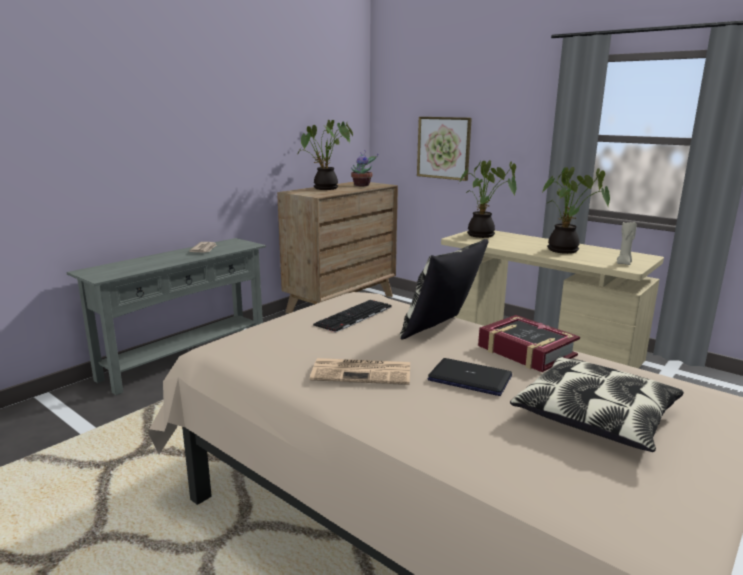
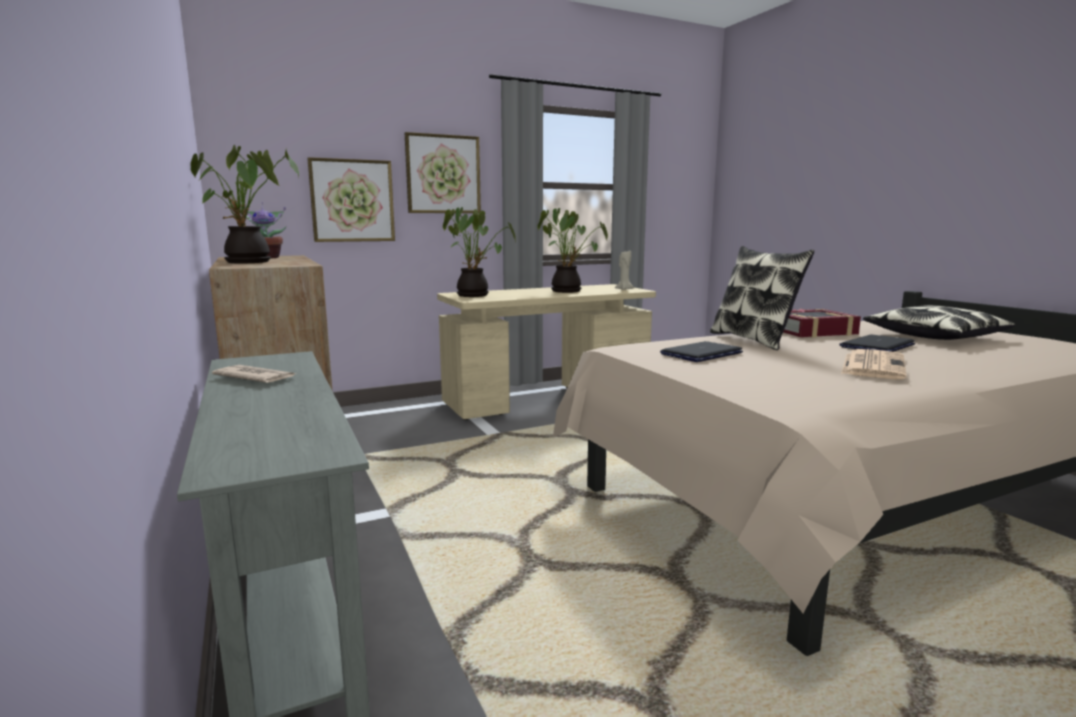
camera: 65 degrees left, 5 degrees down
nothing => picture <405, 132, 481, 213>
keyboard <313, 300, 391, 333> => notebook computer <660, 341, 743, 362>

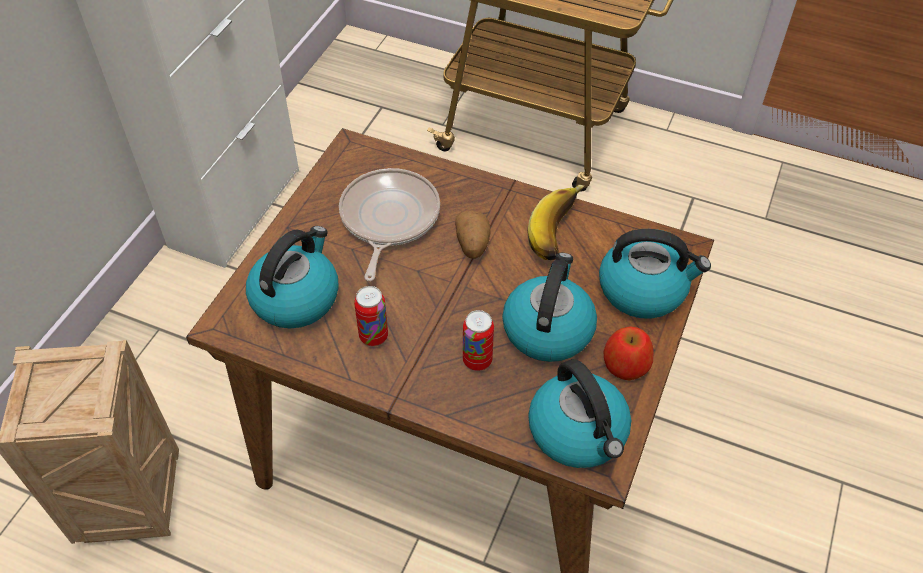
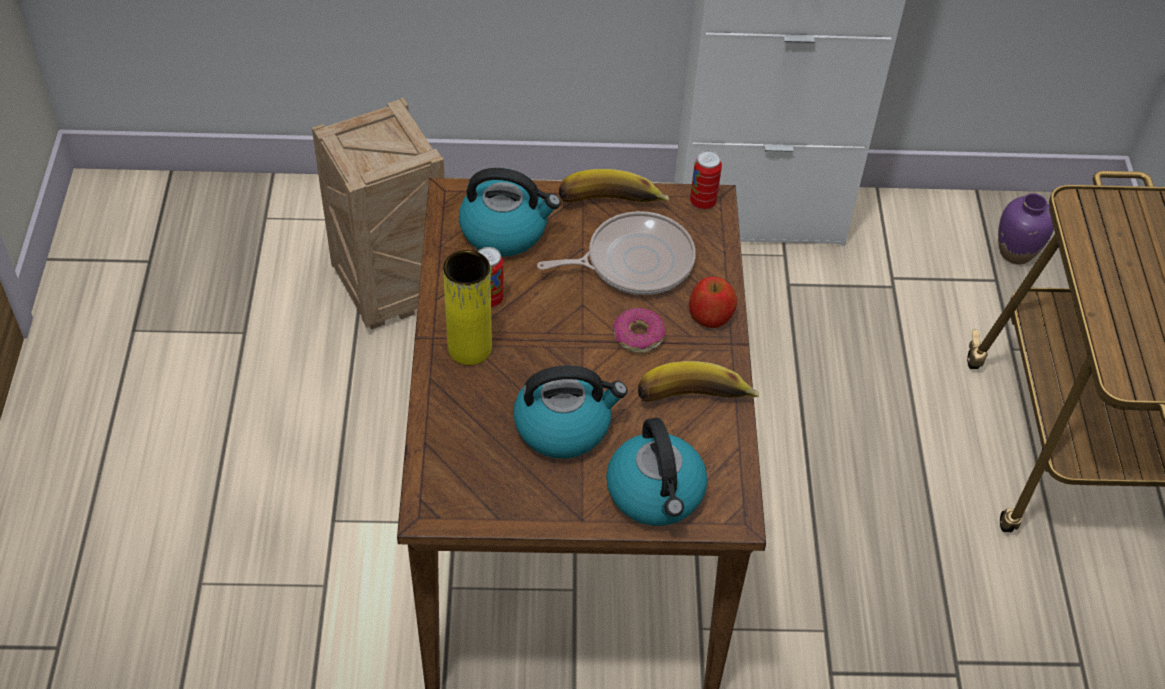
camera: 65 degrees right, 0 degrees up
nothing => yellow vase <443, 250, 492, 365>
nothing => banana fruit <559, 169, 669, 202>
whole potato <455, 210, 490, 259> => ring doughnut <613, 308, 665, 353>
apple <604, 326, 654, 381> => apple <689, 277, 737, 328>, move
can <463, 310, 494, 371> => can <690, 150, 722, 210>, move
nothing => purplish vase <998, 193, 1054, 265>
tea kettle <528, 359, 631, 468> => nothing

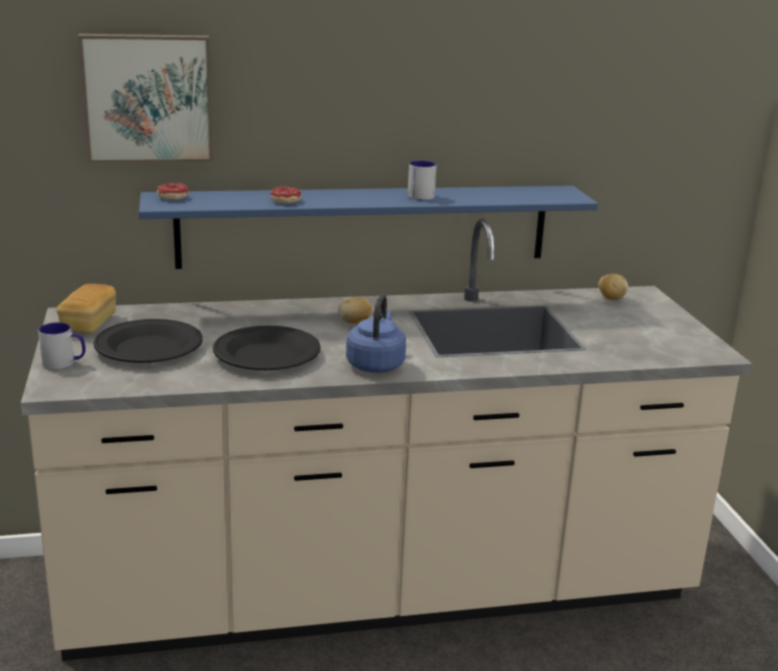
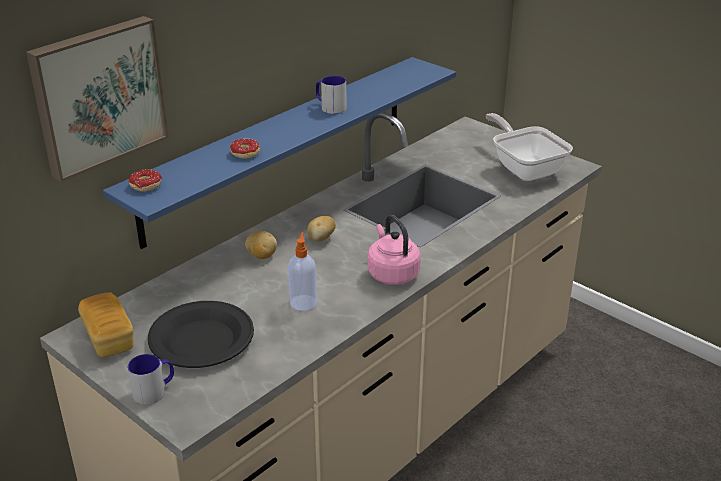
camera: 35 degrees left, 10 degrees up
whole potato <598, 273, 628, 300> => whole potato <245, 231, 277, 259>, move
black dinner plate <213, 326, 321, 370> => soap bottle <288, 232, 317, 311>
blue-coloured tea kettle <346, 294, 406, 373> => pinkish tea kettle <368, 215, 421, 285>
nothing => pan <486, 113, 573, 181>

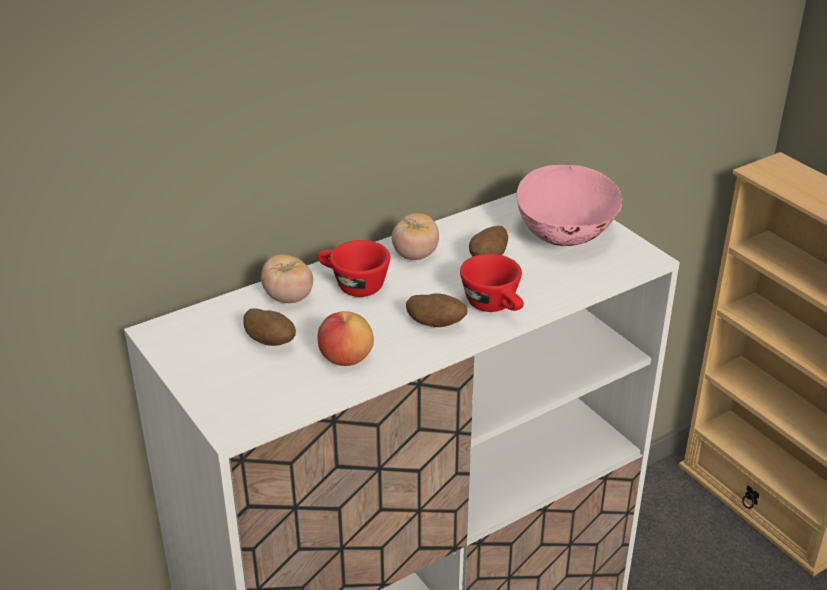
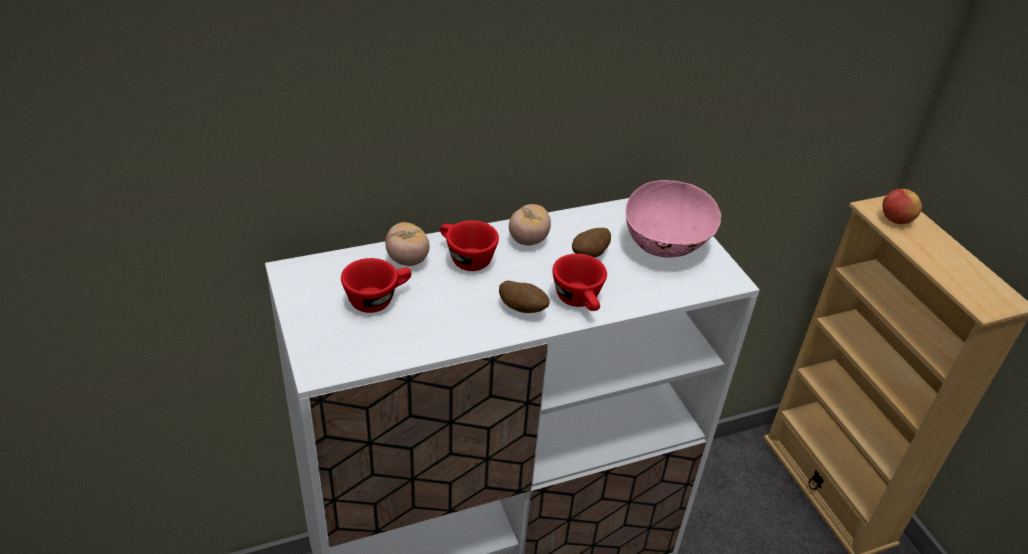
camera: 10 degrees right, 5 degrees up
whole potato <243, 308, 296, 346> => red-coloured drinking cup <341, 258, 412, 313>
apple <318, 311, 374, 366> => apple <882, 189, 922, 224>, move

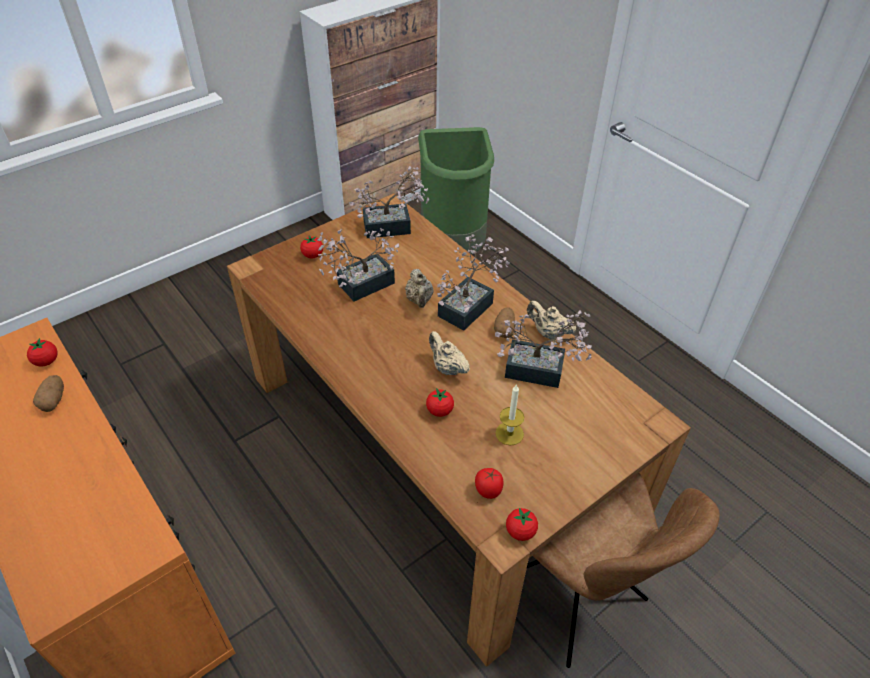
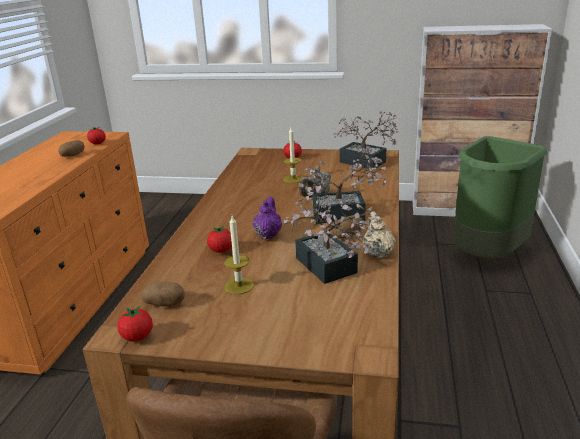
camera: 50 degrees right, 20 degrees down
whole tomato <475, 468, 504, 499> => whole potato <141, 281, 185, 307>
sand-coloured tea pot <429, 331, 470, 375> => purplish tea pot <253, 196, 282, 239>
plant in a pot <318, 228, 399, 301> => wax light <283, 127, 303, 183>

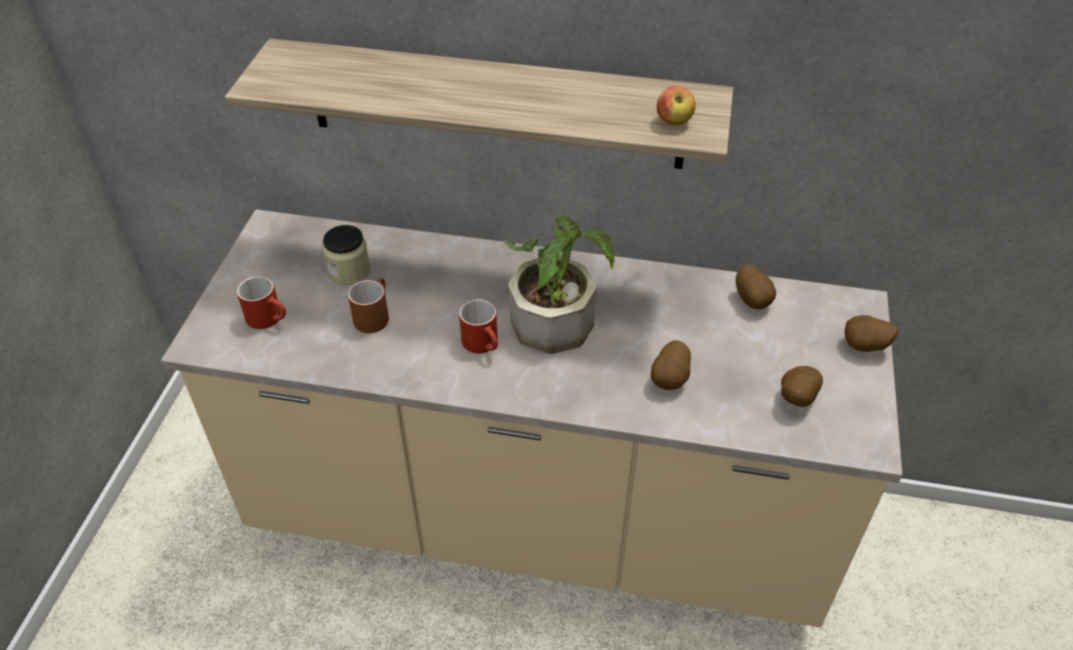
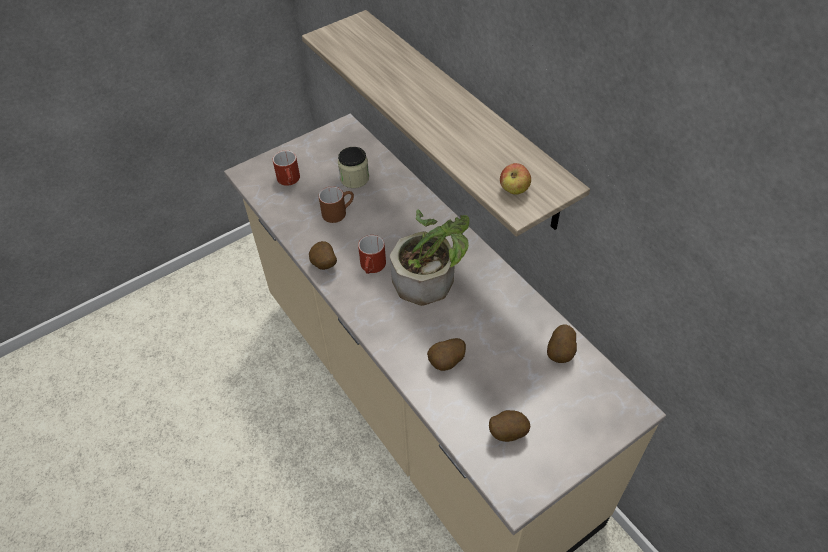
camera: 45 degrees right, 5 degrees up
whole potato <845, 315, 899, 352> => whole potato <309, 241, 337, 270>, move

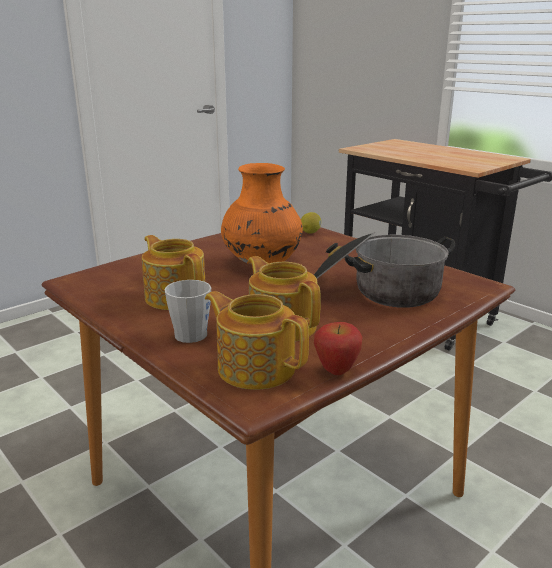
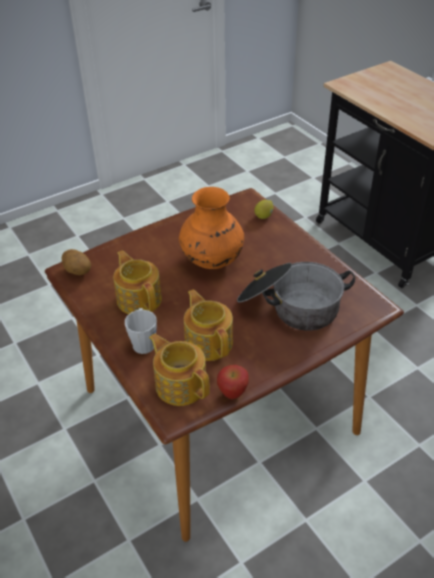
camera: 10 degrees right, 20 degrees up
nothing => whole potato <61, 249, 91, 275>

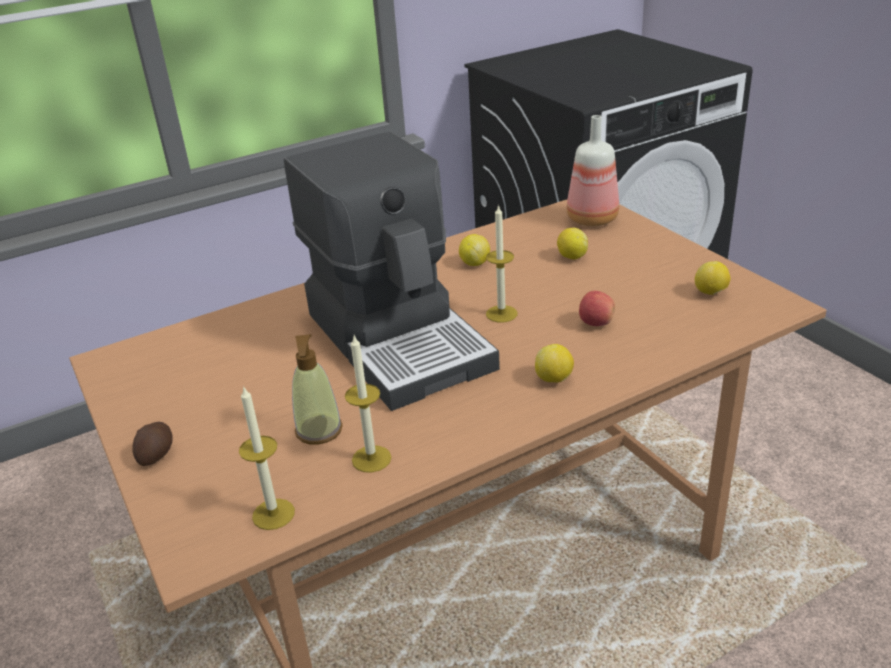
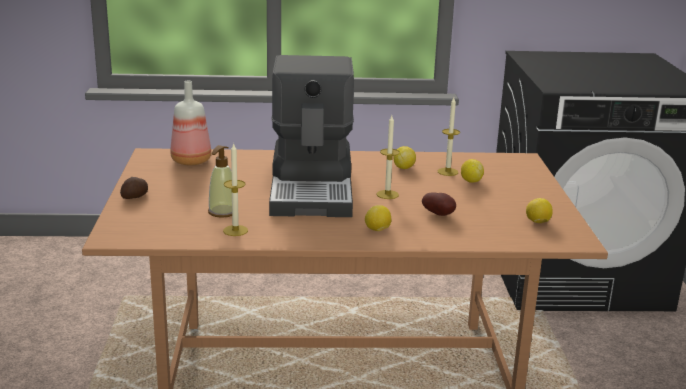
camera: 25 degrees right, 10 degrees down
drink bottle <567, 115, 619, 226> => drink bottle <170, 81, 211, 165>, move
apple <579, 291, 615, 326> => whole potato <422, 192, 456, 216>
wax light <239, 386, 295, 530> => wax light <438, 97, 460, 176>, move

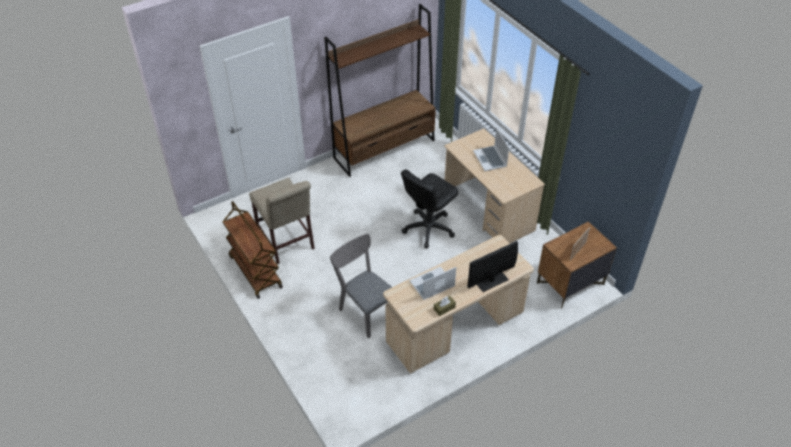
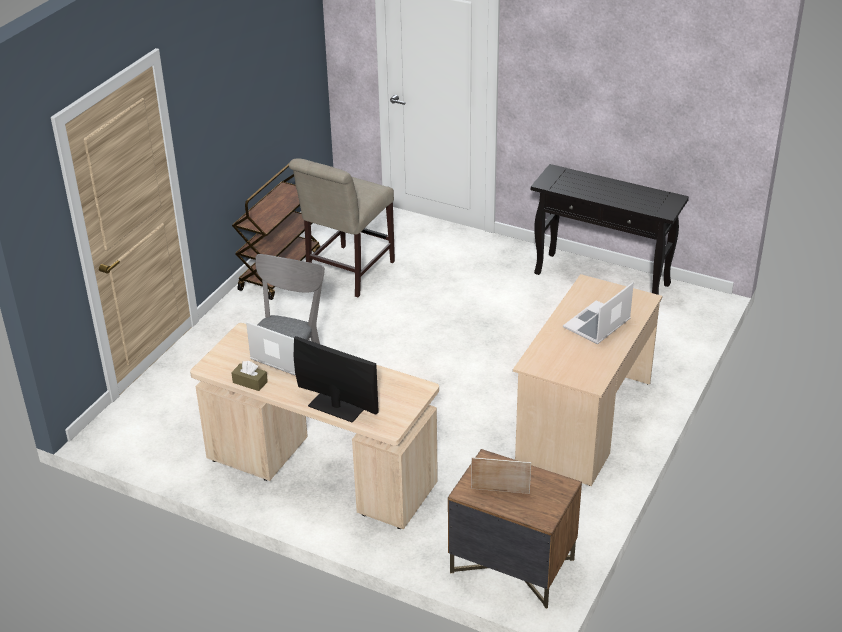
camera: 60 degrees right, 10 degrees down
brownish bookcase <324, 4, 436, 177> => black console table <531, 164, 689, 295>
black computer chair <401, 169, 458, 248> => nothing

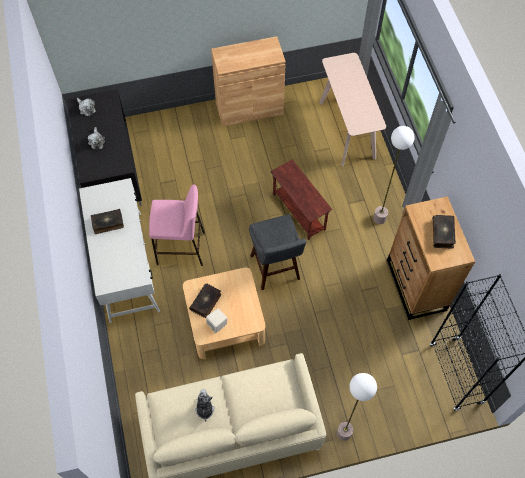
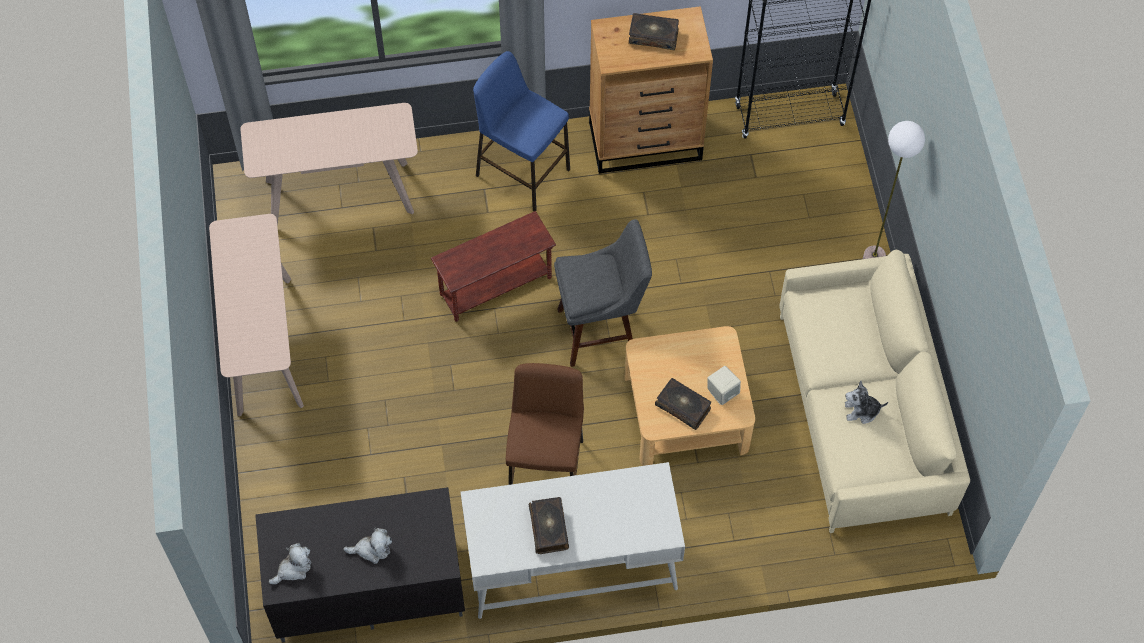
camera: 85 degrees left, 0 degrees up
brownish cabinet <211, 36, 286, 127> => sand-coloured console table <209, 214, 304, 416>
standard lamp <373, 126, 415, 224> => blue-coloured stool seat <473, 51, 570, 211>
pinkish stool seat <149, 185, 205, 266> => brownish stool seat <506, 363, 584, 485>

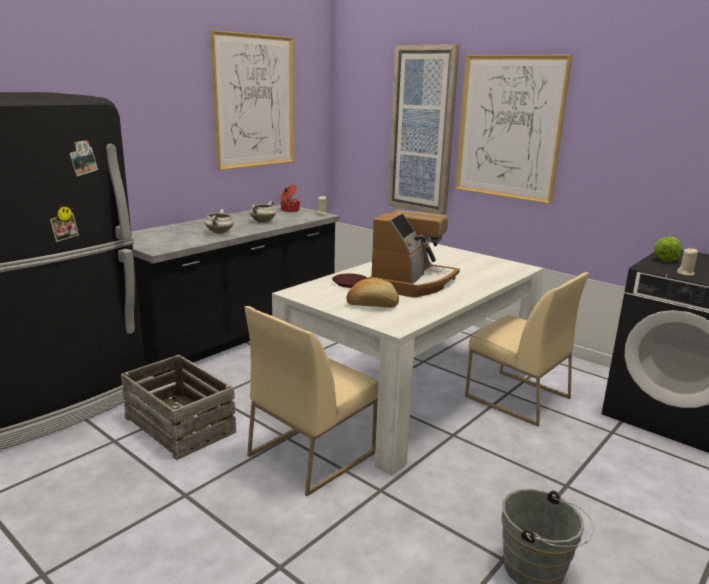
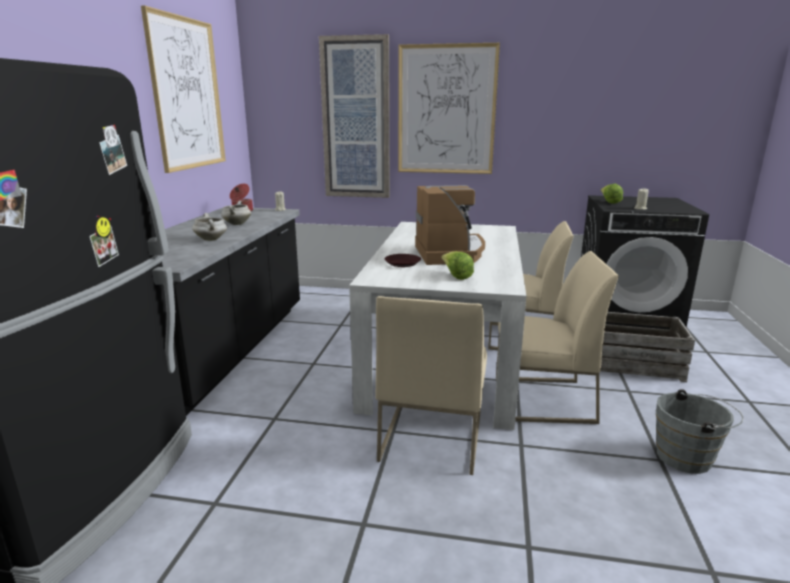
camera: 30 degrees left, 0 degrees up
baked bread <346, 278, 399, 308> => lettuce head <441, 251, 474, 280>
nothing => sand-coloured chair <496, 251, 619, 424>
packing crate <121, 355, 236, 460> => packing crate <601, 312, 695, 382>, move

